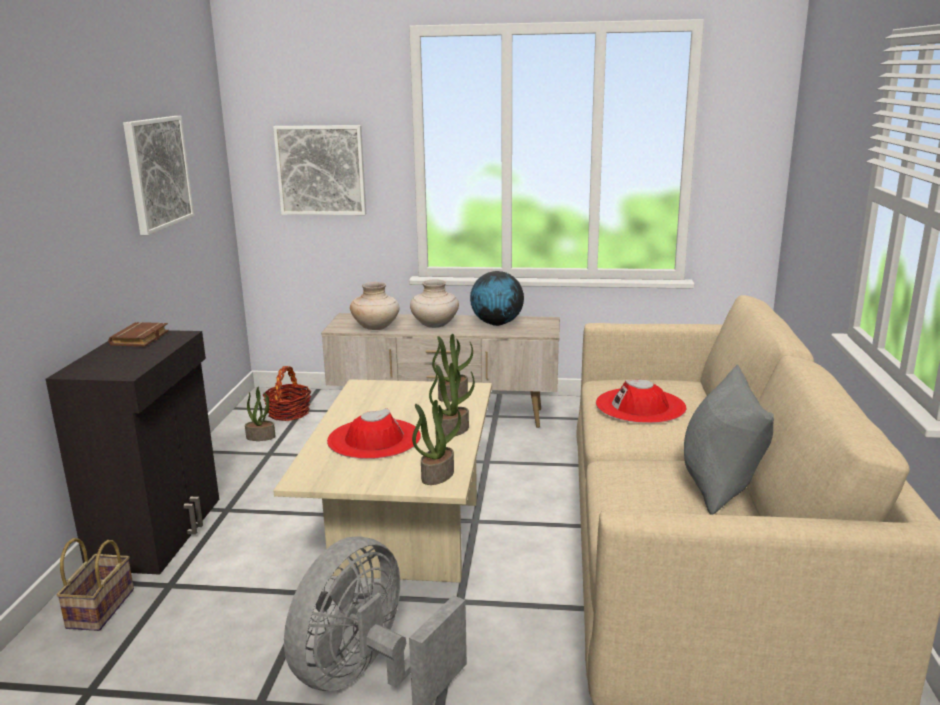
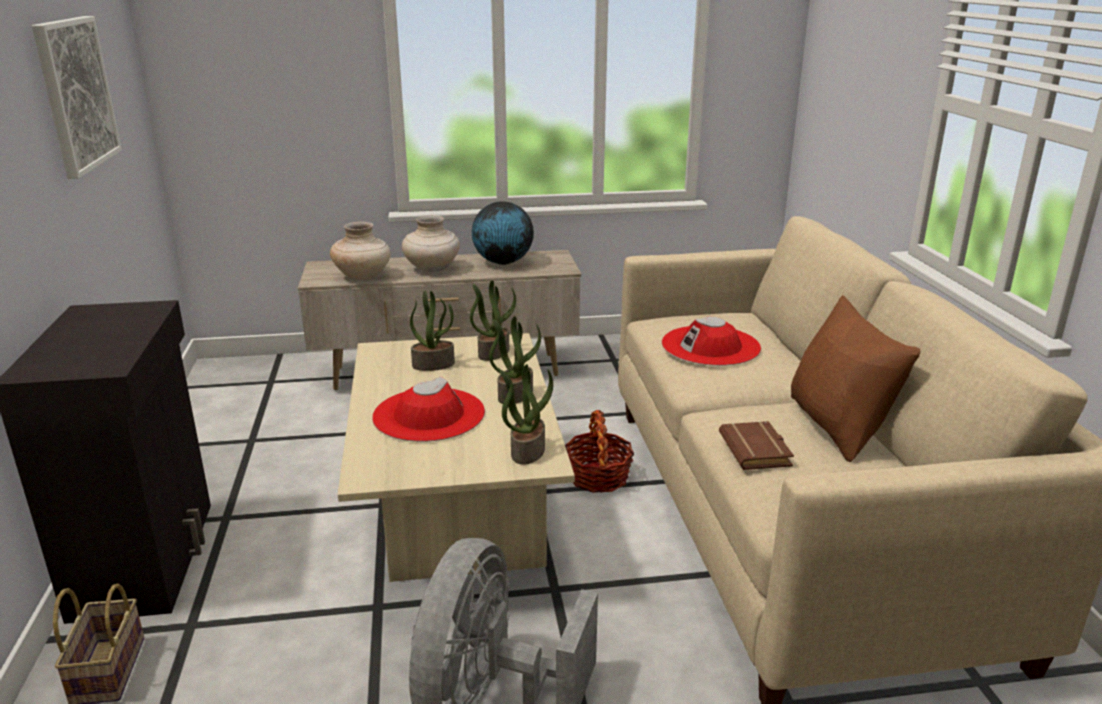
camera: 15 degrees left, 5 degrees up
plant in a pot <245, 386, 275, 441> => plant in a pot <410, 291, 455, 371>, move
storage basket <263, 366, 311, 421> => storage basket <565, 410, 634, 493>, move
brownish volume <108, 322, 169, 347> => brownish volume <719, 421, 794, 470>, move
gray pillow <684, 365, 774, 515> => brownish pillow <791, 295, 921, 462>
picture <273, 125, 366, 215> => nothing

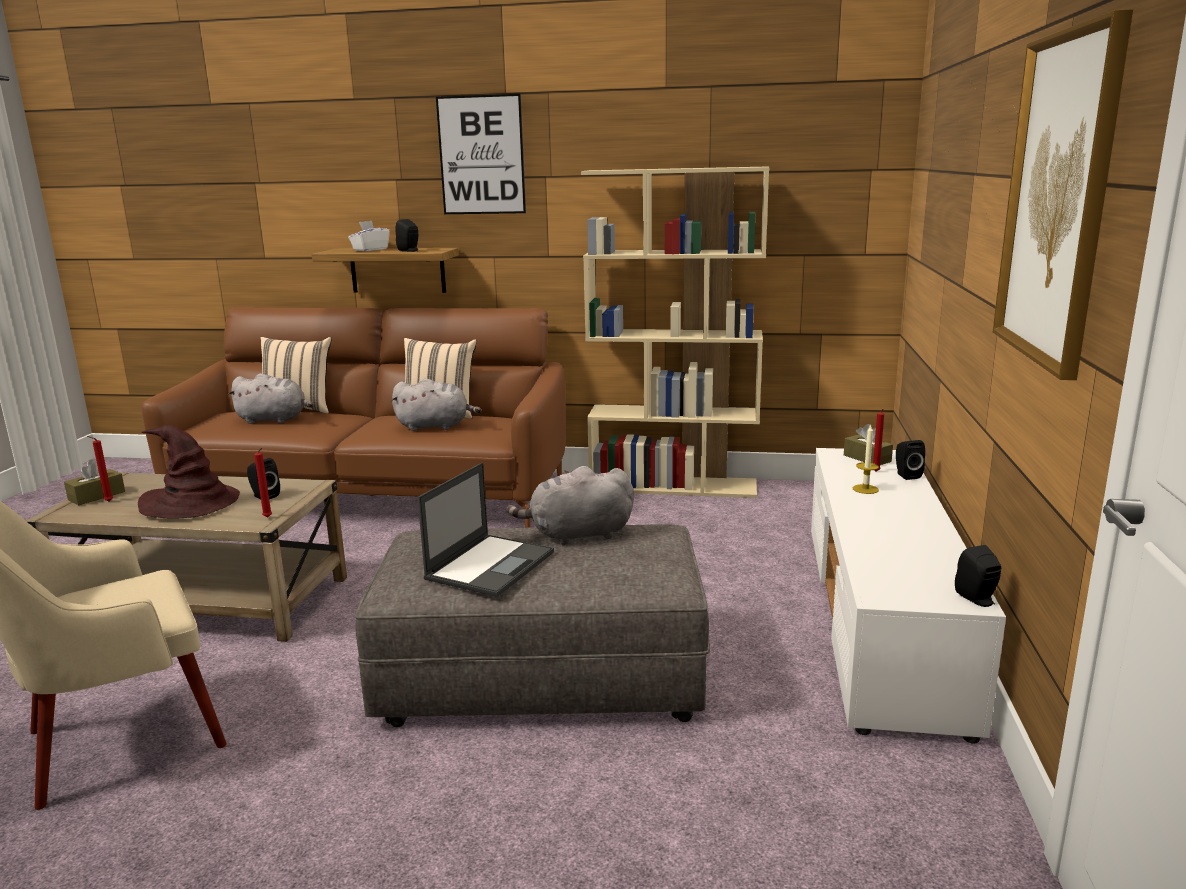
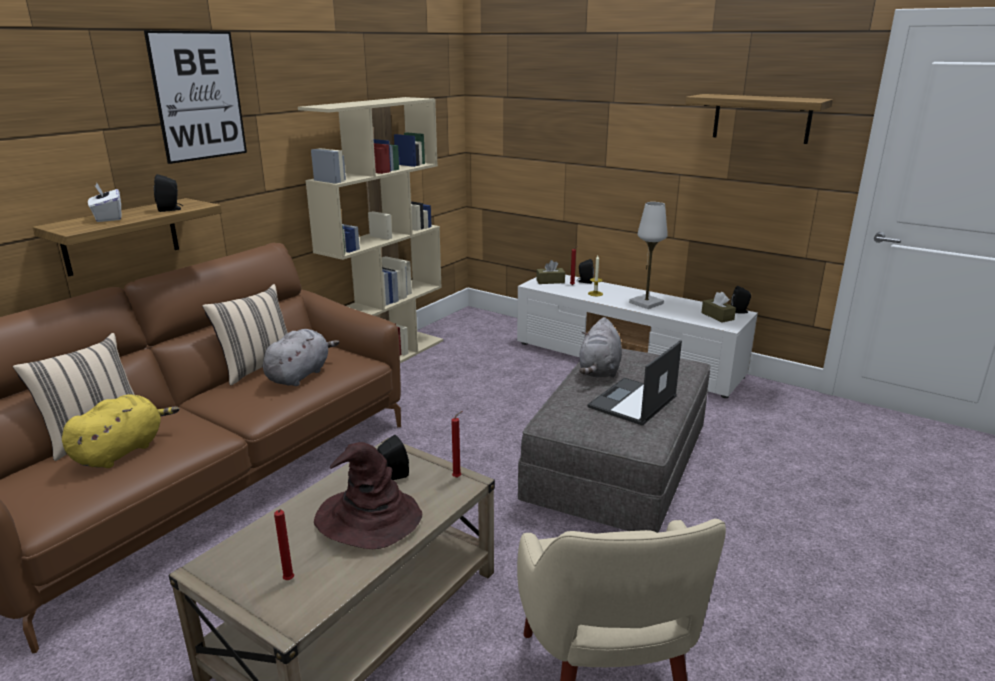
camera: 65 degrees left, 5 degrees up
gray soft toy <228, 373, 314, 424> => yellow soft toy <62, 394, 179, 468>
notebook computer <417, 462, 554, 597> => notebook computer <587, 340, 682, 426>, 105 degrees counterclockwise
nothing => white-coloured table lamp <629, 202, 668, 309>
picture <993, 9, 1133, 380> => shelf <685, 94, 833, 144>
brownish box of tissues <64, 459, 125, 505> => brownish box of tissues <701, 292, 736, 323>, move

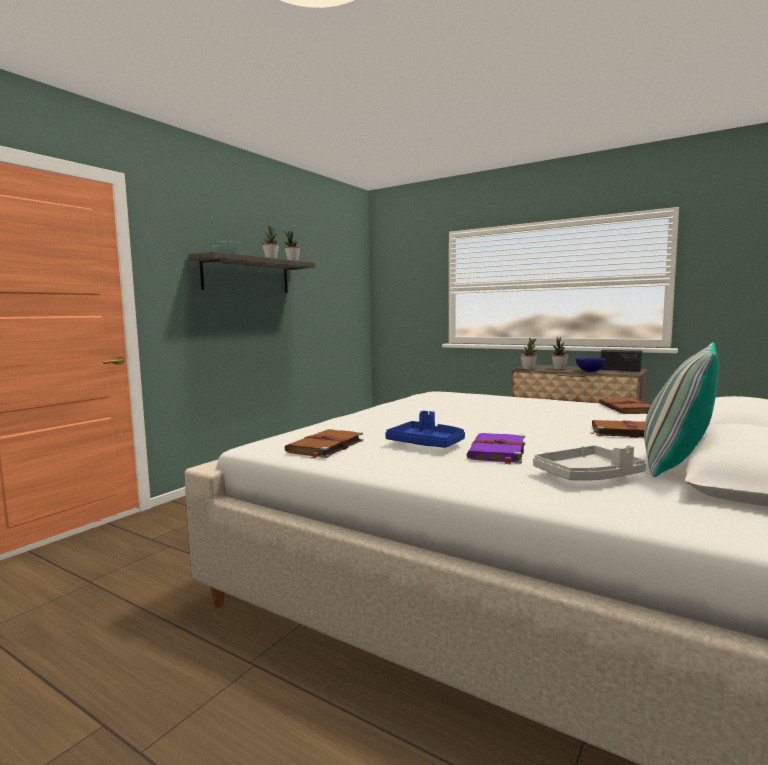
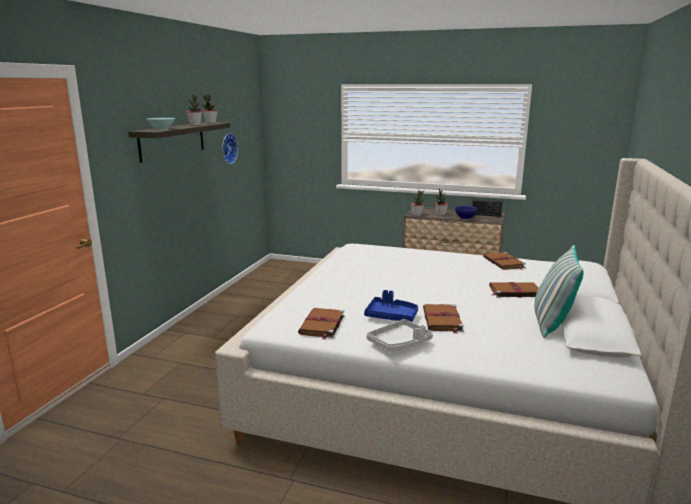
camera: 15 degrees left, 10 degrees up
nothing => clock on the wall <222, 133, 238, 164>
gray tray <533, 445, 646, 481> => gray tray <367, 319, 433, 351>, move
purplish volume <466, 433, 525, 465> => brownish volume <423, 304, 464, 334>

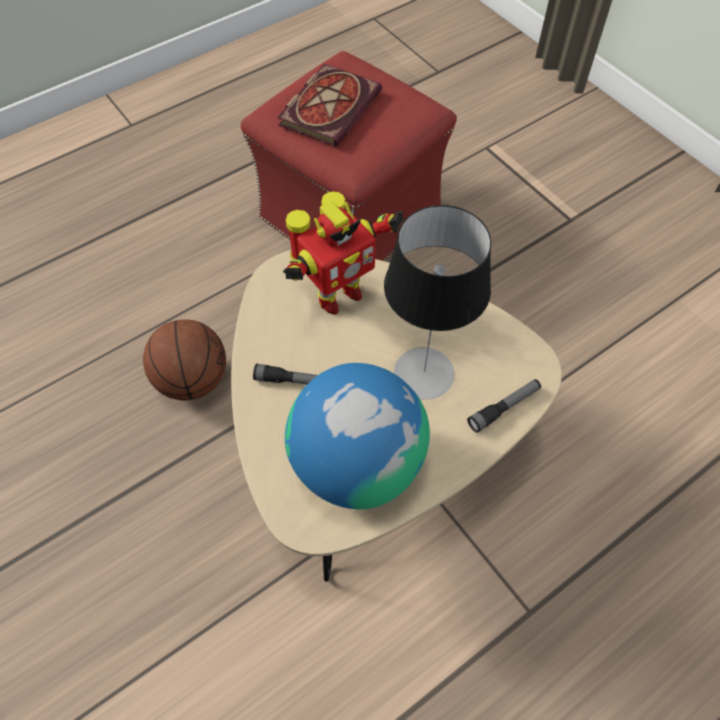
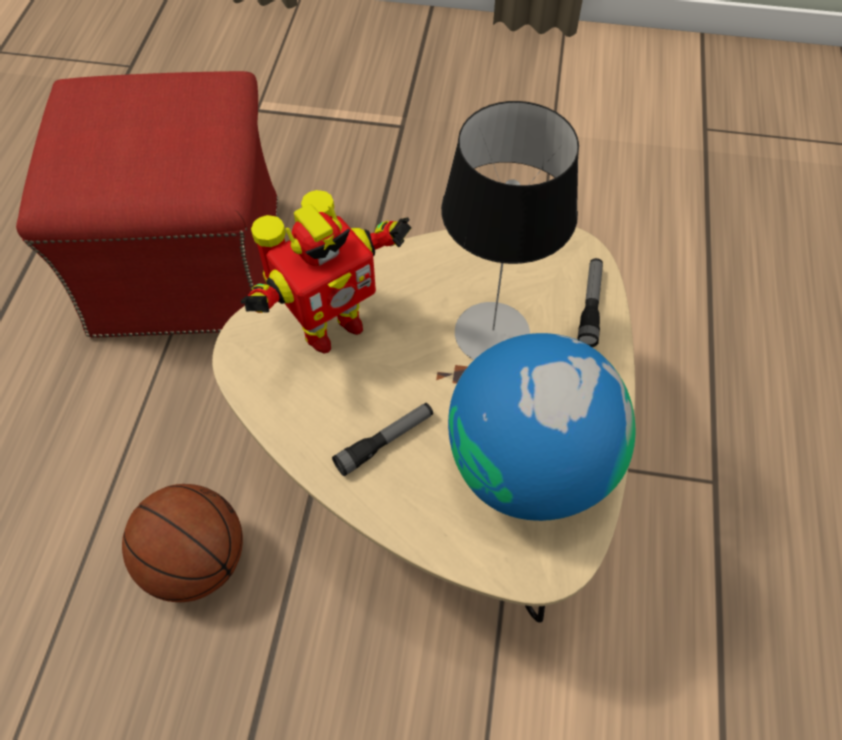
camera: 45 degrees left, 0 degrees up
toy robot <283, 191, 404, 315> => toy robot <241, 190, 411, 354>, 45 degrees clockwise
volume <277, 64, 382, 147> => nothing

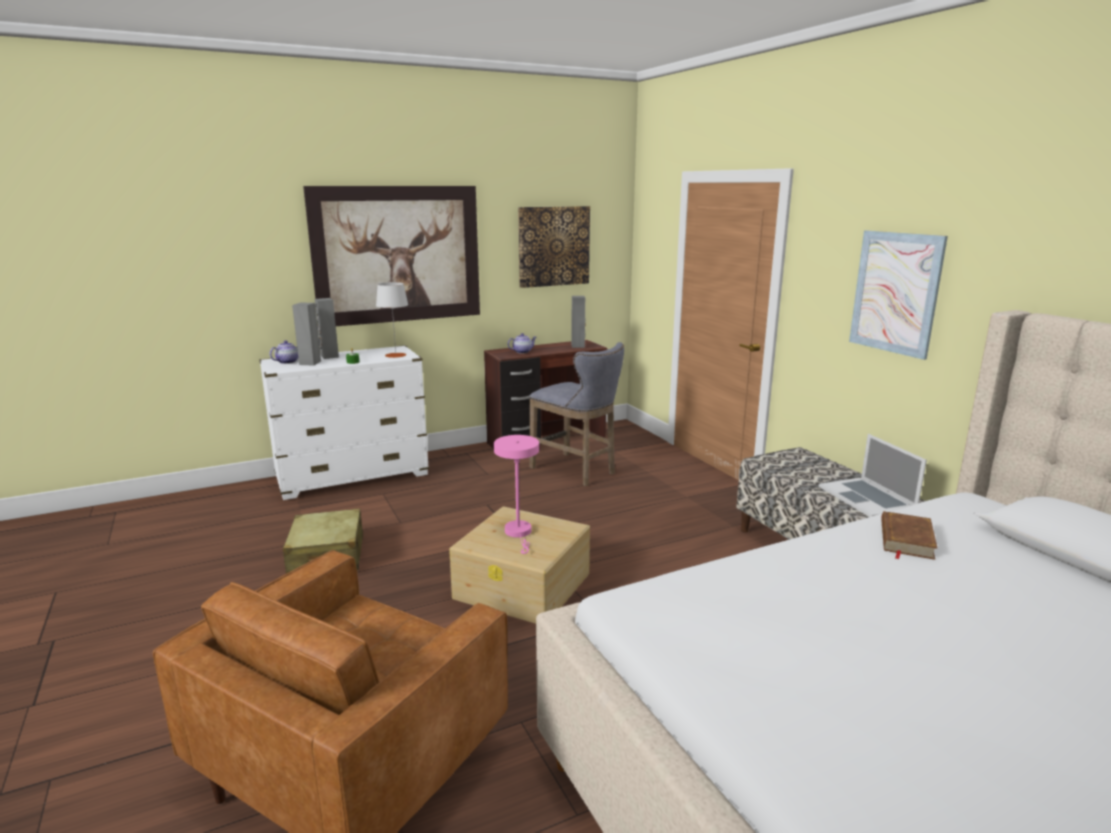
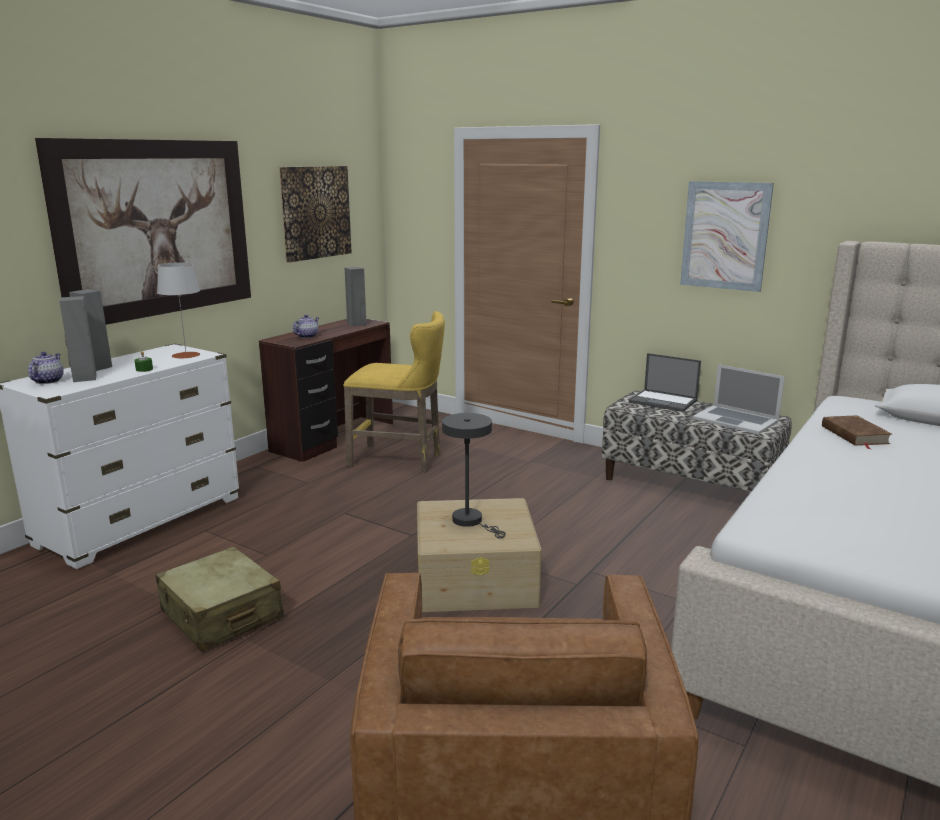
camera: 30 degrees left, 0 degrees up
gray stool seat <529, 342, 624, 486> => yellow stool seat <343, 311, 445, 473>
pinkish table lamp <494, 435, 539, 554> => gray table lamp <442, 413, 506, 539>
nothing => notebook computer <629, 353, 701, 412>

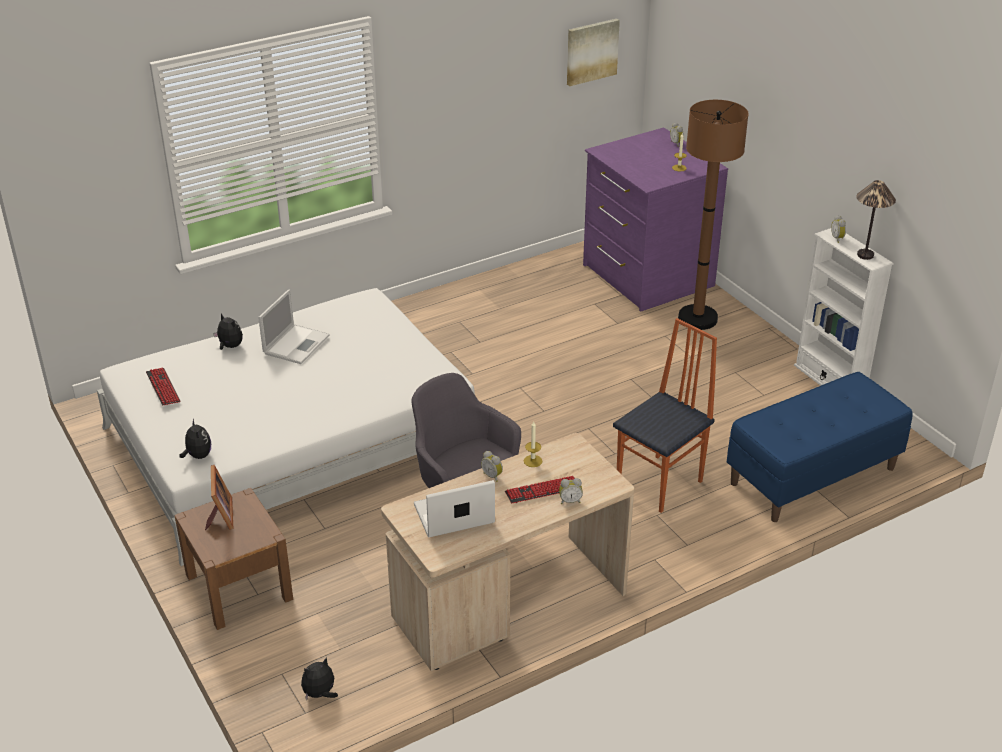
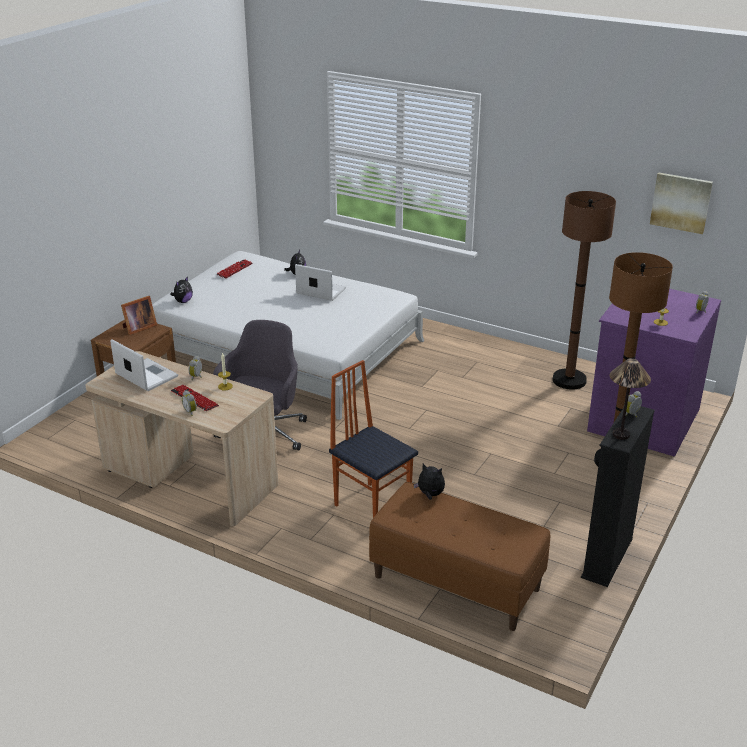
camera: 60 degrees right, 5 degrees down
notebook computer <258, 290, 330, 364> => notebook computer <295, 264, 346, 301>, 150 degrees counterclockwise
chair <613, 318, 717, 513> => chair <329, 360, 418, 518>, 150 degrees counterclockwise
blue-coloured indoor bench <727, 372, 913, 522> => brownish indoor bench <369, 482, 550, 631>
soft toy <301, 657, 338, 700> => soft toy <413, 464, 445, 500>, move
nothing => brownish standard lamp <552, 191, 616, 390>
white-coloured bookcase <794, 228, 894, 386> => black bookcase <581, 406, 655, 587>

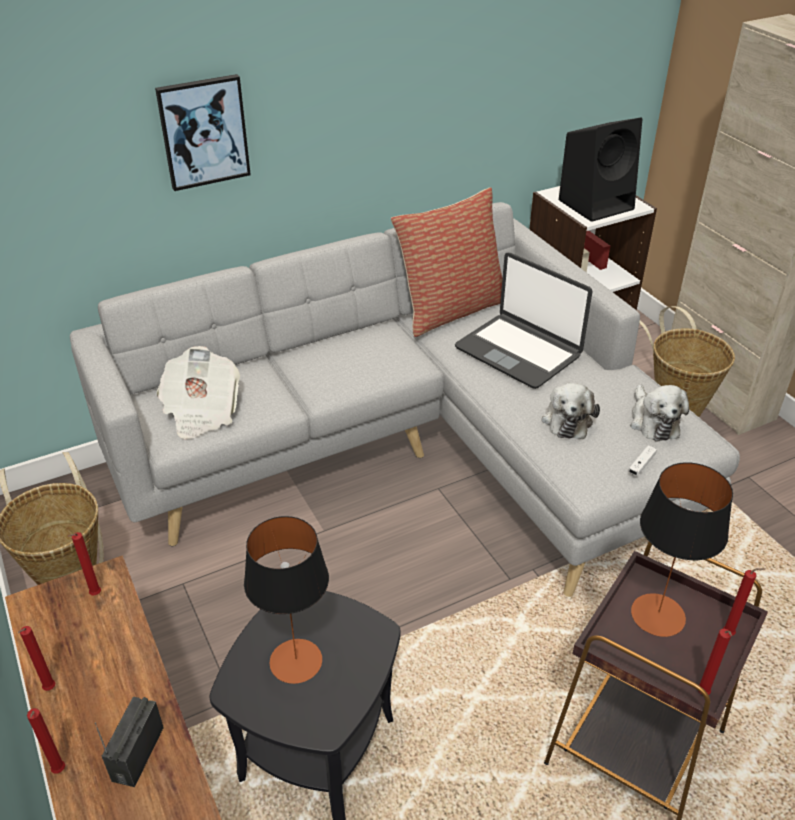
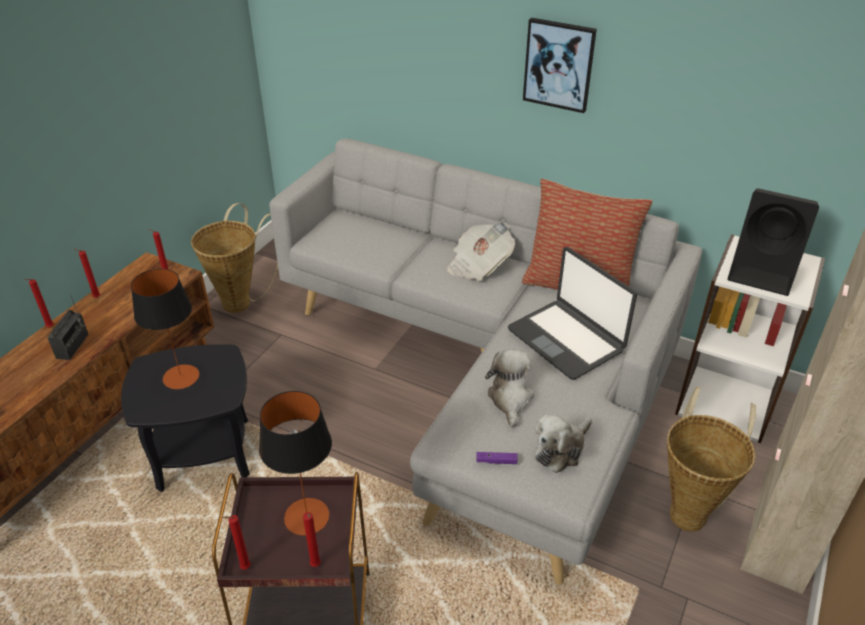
camera: 55 degrees right, 0 degrees up
radio <95, 697, 164, 787> => radio <47, 291, 89, 360>, 120 degrees clockwise
newspaper <157, 346, 240, 439> => newspaper <447, 223, 515, 281>, move
white-coloured game controller <628, 445, 657, 476> => purplish game controller <476, 452, 518, 464>
soft toy <542, 382, 600, 439> => soft toy <485, 349, 534, 428>, 120 degrees clockwise
notebook computer <455, 253, 592, 389> => notebook computer <508, 247, 637, 380>, 45 degrees counterclockwise
picture <155, 74, 251, 191> => picture <523, 18, 597, 113>, move

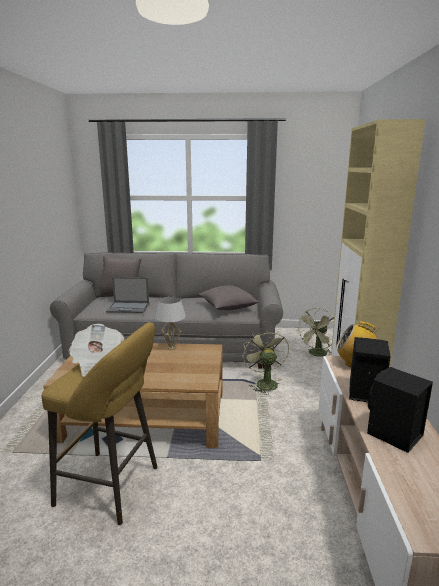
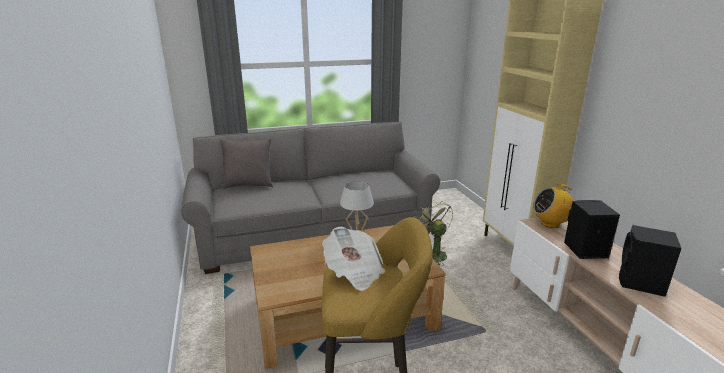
camera: 20 degrees left, 5 degrees up
notebook computer <106, 277, 149, 313> => nothing
gray pillow <198, 286, 259, 310> => nothing
green fan <298, 308, 334, 357> => nothing

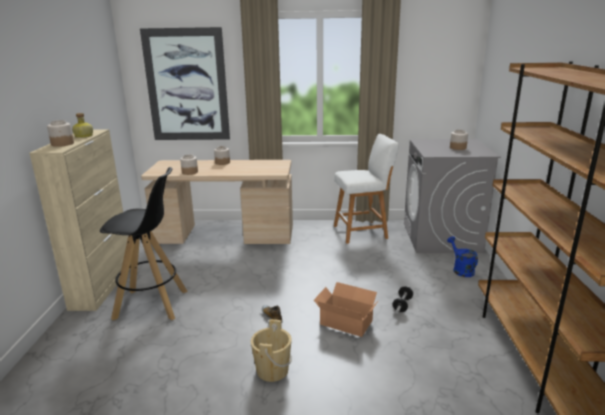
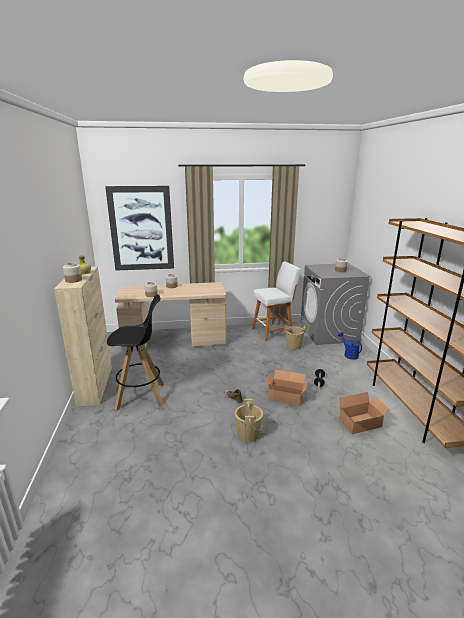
camera: 10 degrees left, 0 degrees up
nothing => sand-coloured pail <284, 325, 306, 350>
nothing => cardboard box <338, 392, 389, 434>

